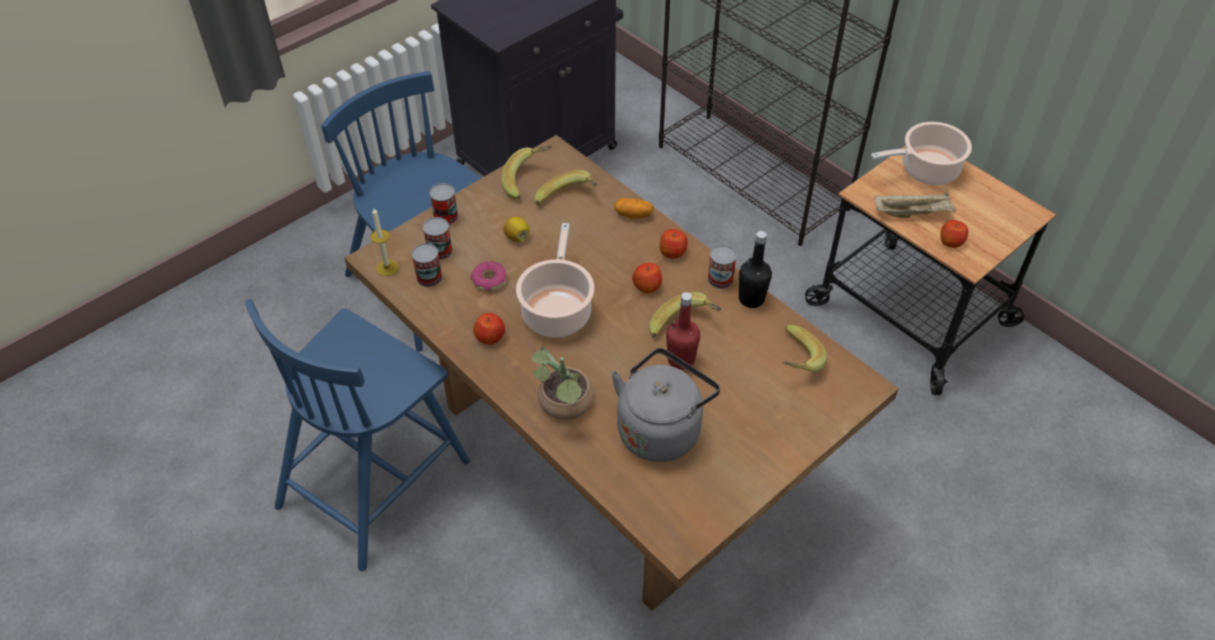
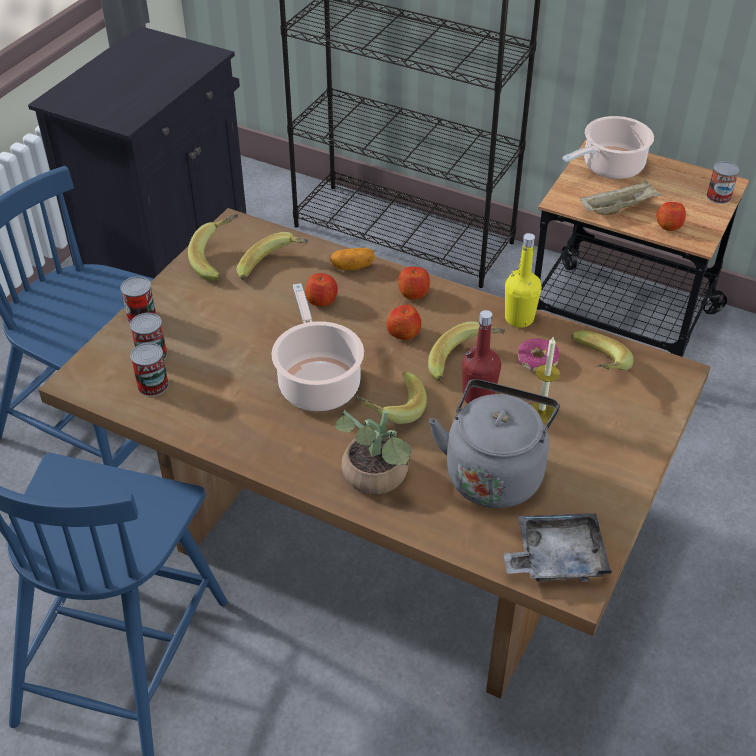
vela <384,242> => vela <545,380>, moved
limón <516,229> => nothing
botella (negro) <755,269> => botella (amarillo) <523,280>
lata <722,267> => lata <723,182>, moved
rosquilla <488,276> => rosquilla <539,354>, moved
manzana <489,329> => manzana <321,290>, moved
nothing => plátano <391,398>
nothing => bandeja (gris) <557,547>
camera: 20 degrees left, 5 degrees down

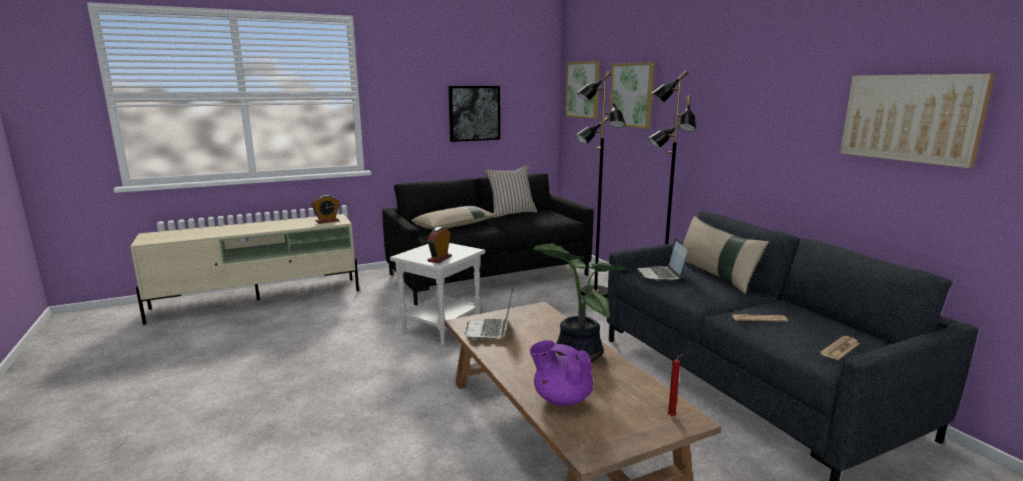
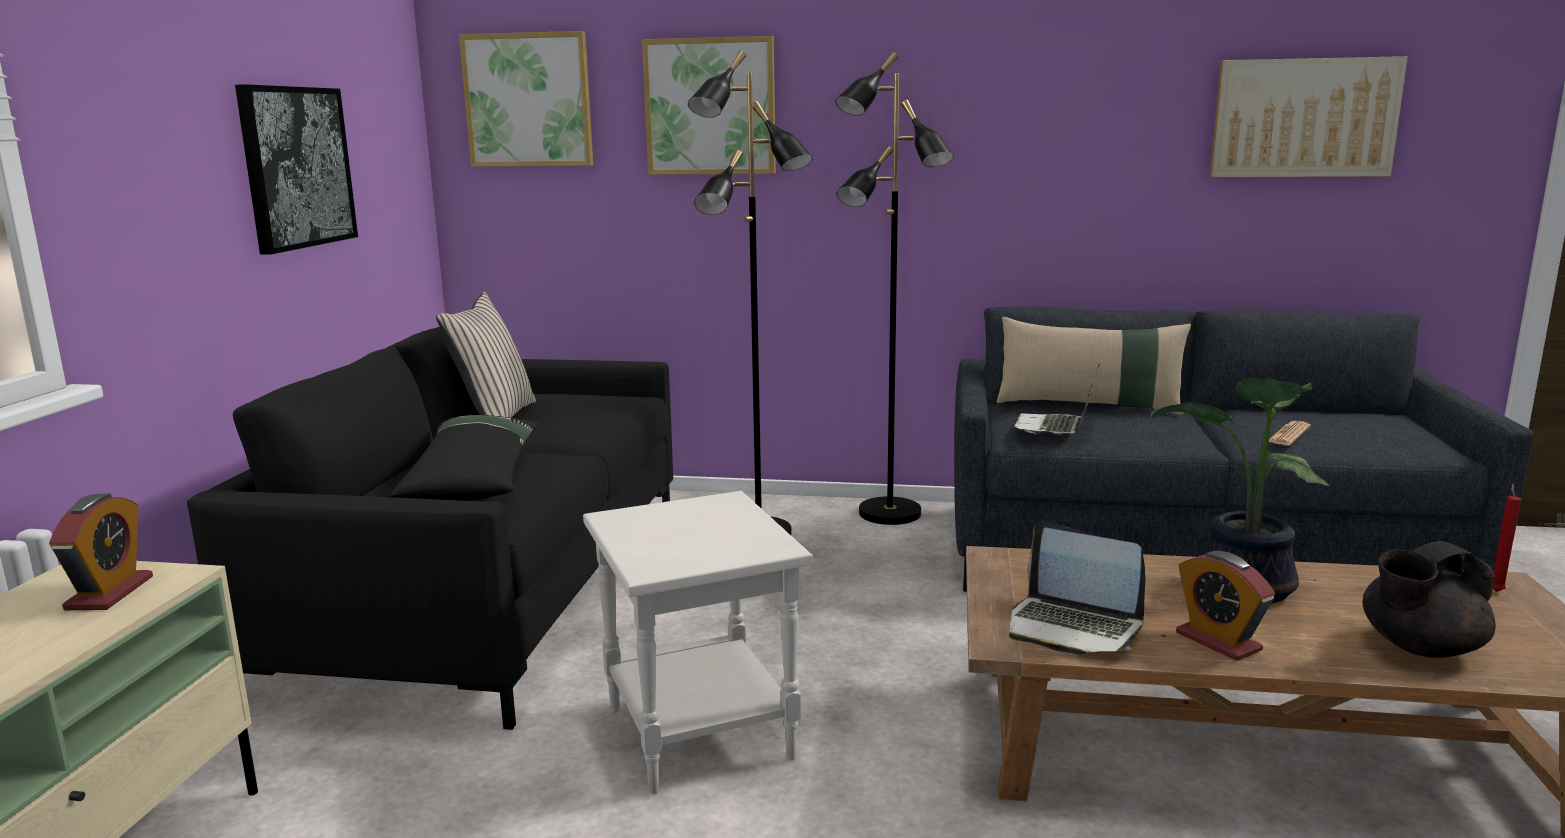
cojín (beis) <453,218> => cojín (negro) <464,458>
despertador <439,245> => despertador <1225,606>, moved
portátil <662,259> => portátil <1056,399>, 75 degrees clockwise
periódico <840,348> => nothing
tetera (morado) <561,373> => tetera (negro) <1429,599>
camera: 55 degrees left, 0 degrees up

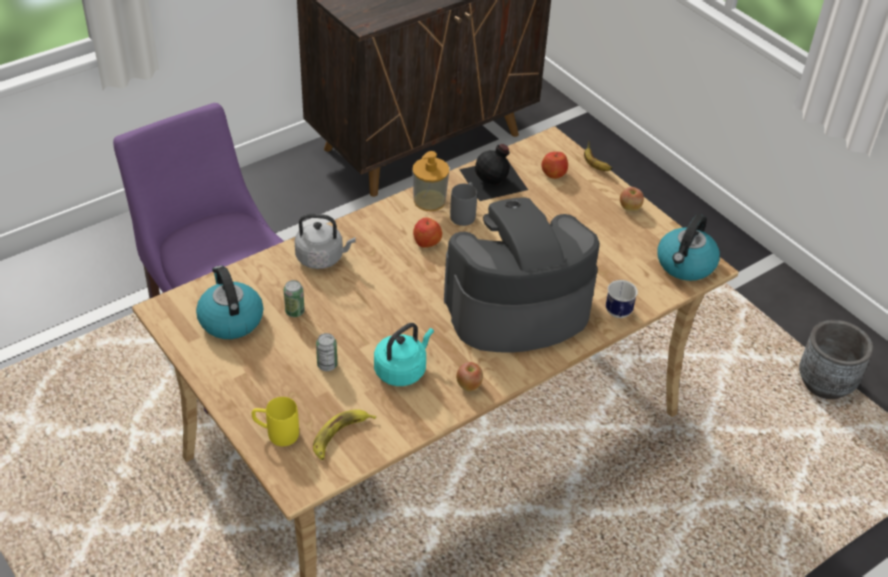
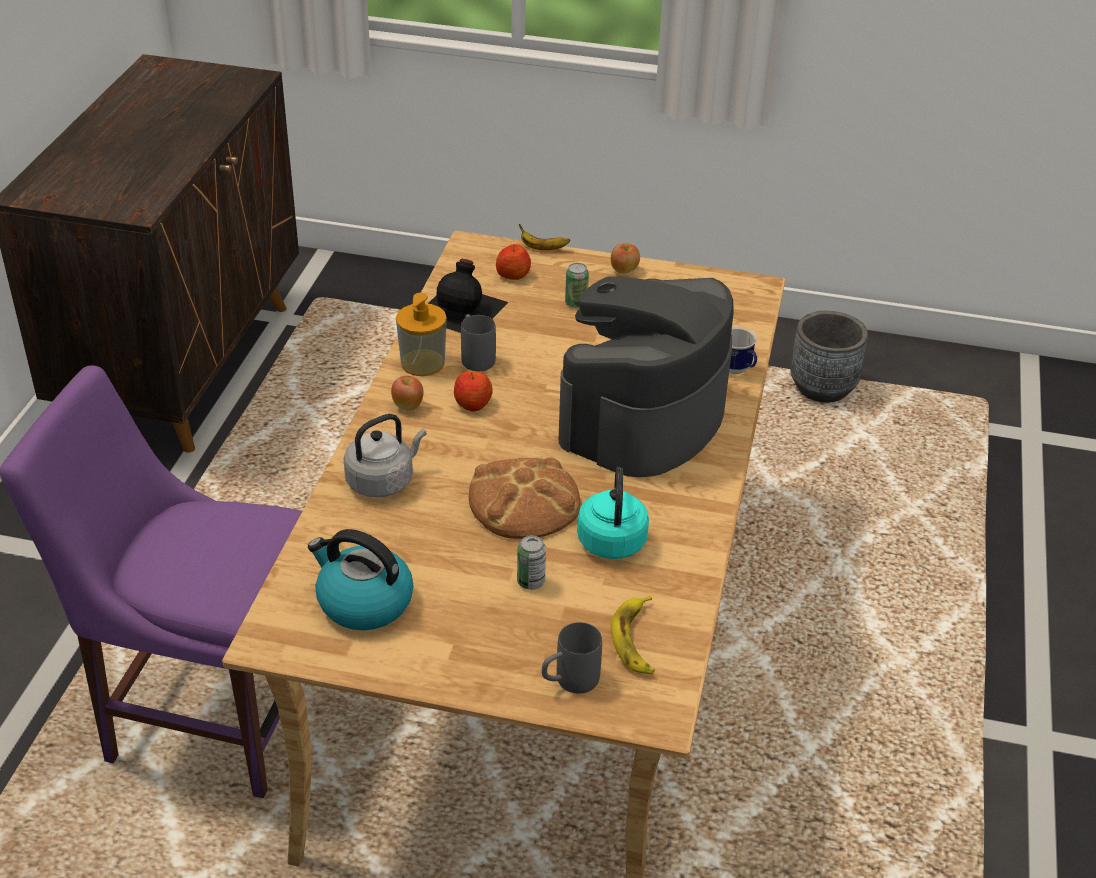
hervidor <688,247> => nothing
lata <294,298> => lata <577,285>, moved
manzana <469,376> => manzana <407,393>, moved
taza grande (amarillo) <275,421> => taza grande (gris) <572,658>
nothing => pan <525,498>
camera: 40 degrees left, 5 degrees down

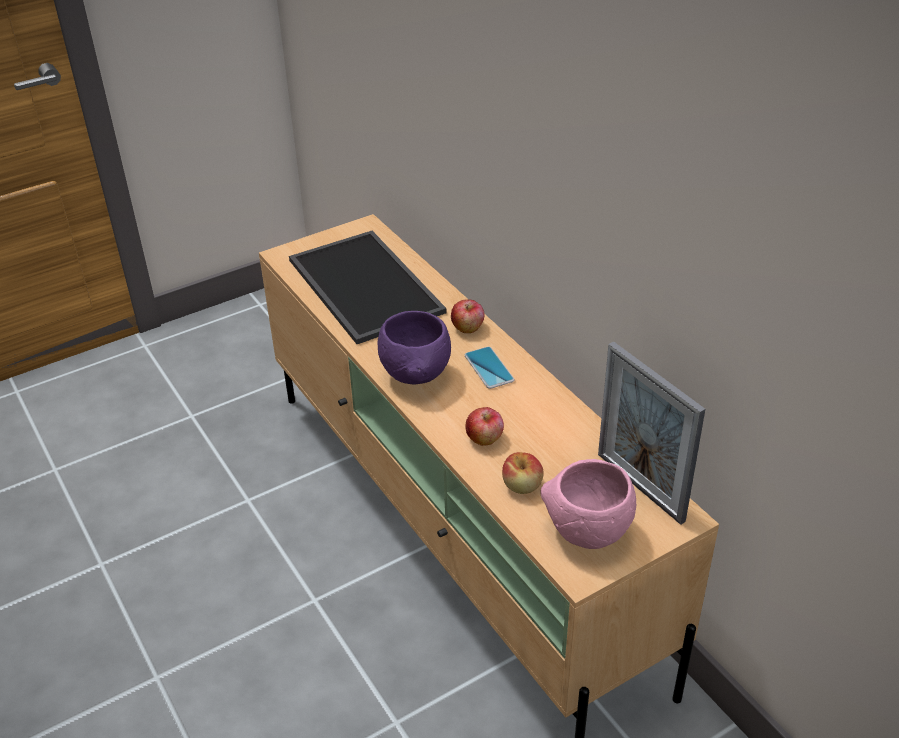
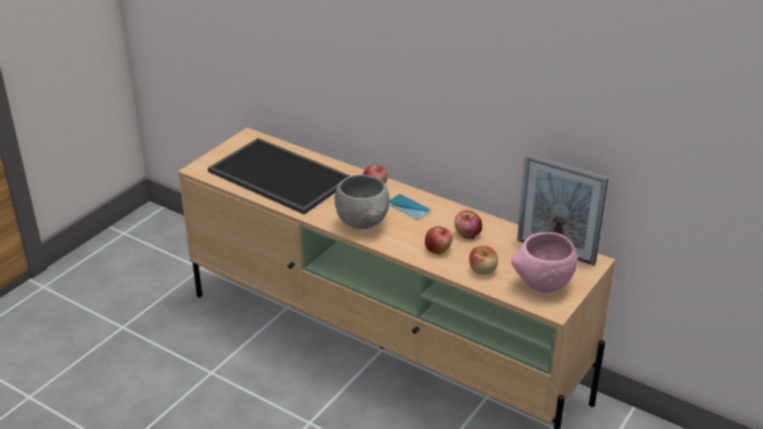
cuenco (morado) <414,347> => cuenco (gris) <362,202>
nothing => manzana <468,225>
camera: 25 degrees left, 5 degrees down

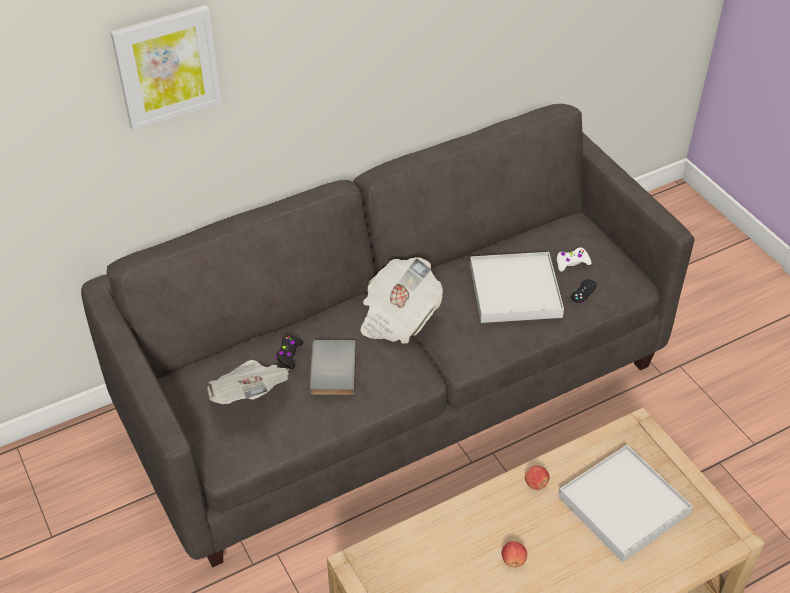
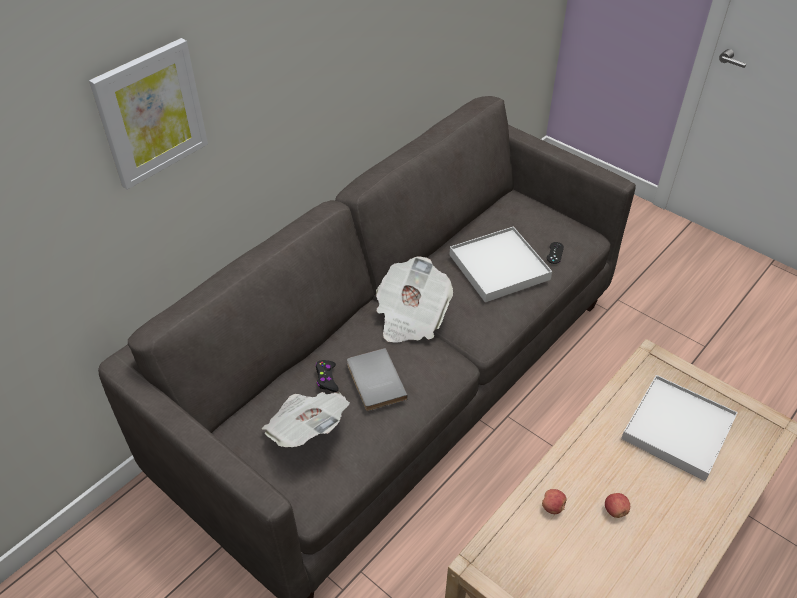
mando de consola (blanco) <574,260> => nothing
manzana <537,477> => manzana <554,501>, moved
camera: 20 degrees left, 0 degrees up

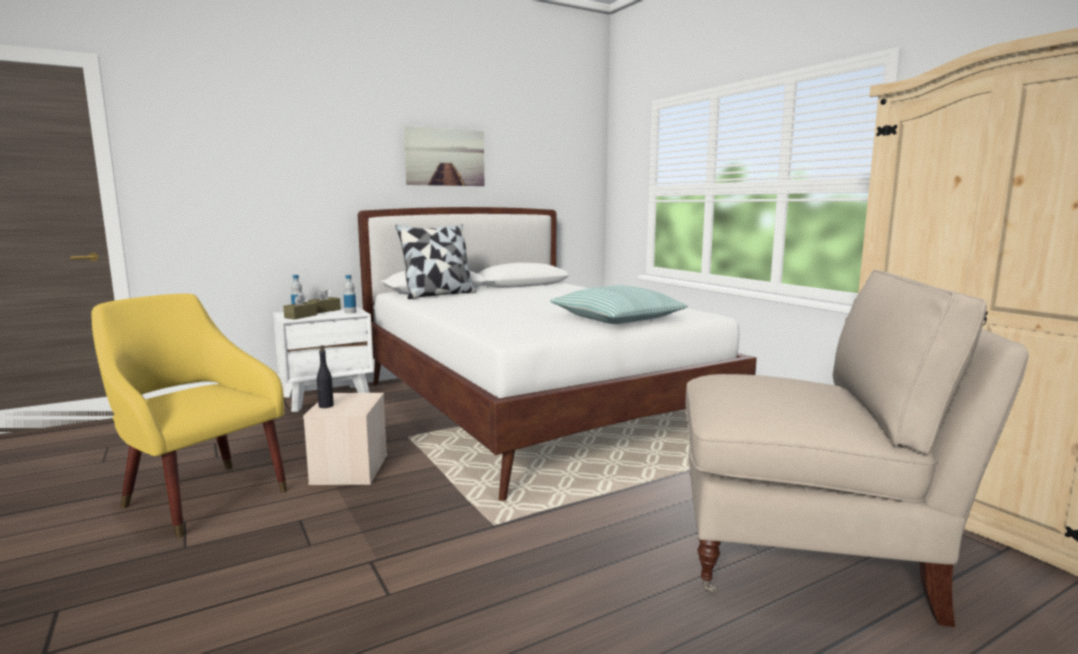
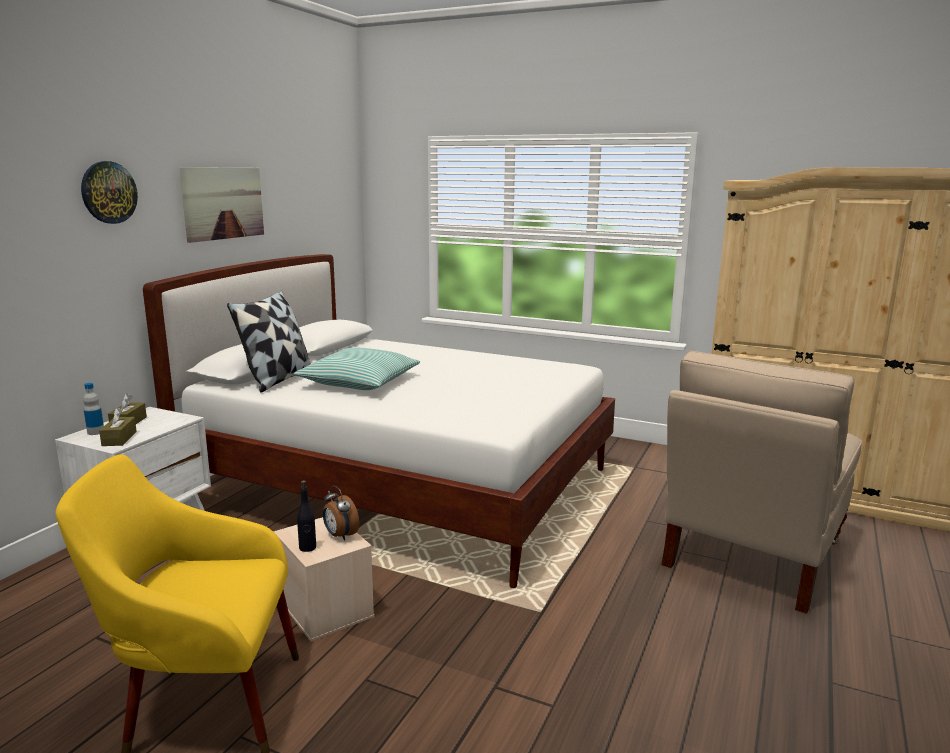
silla (beis) <857,448> => silla (beis) <761,482>, 150 degrees clockwise
botella <350,294> => nothing
cojín <619,304> => cojín <357,368>, moved
nothing => reloj de pared <109,192>
nothing => despertador <341,513>
camera: 35 degrees left, 5 degrees up

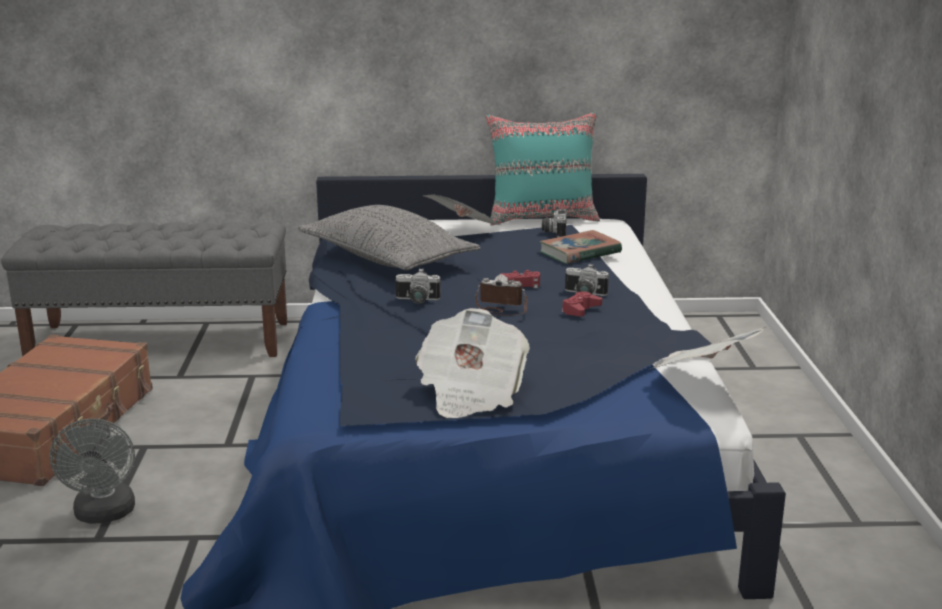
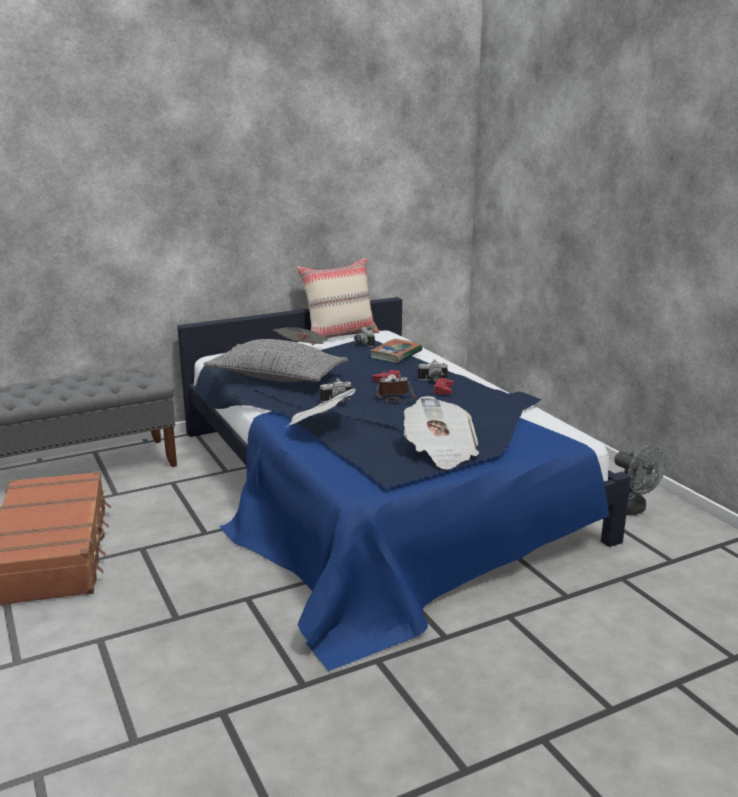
cojín (turquesa) <543,168> => cojín (beis) <338,301>
periódico <707,348> => periódico <321,407>, moved
ventilador (gris) <92,471> => ventilador (gris) <640,480>, moved
camera: 25 degrees left, 0 degrees up

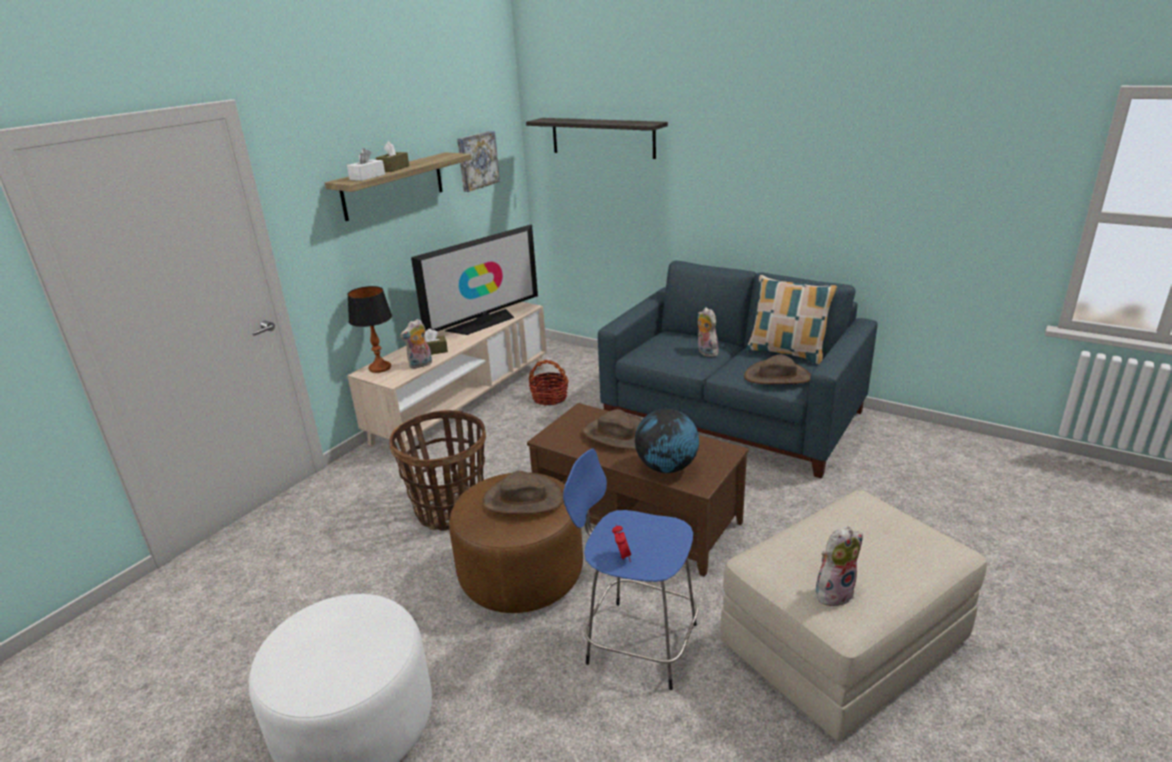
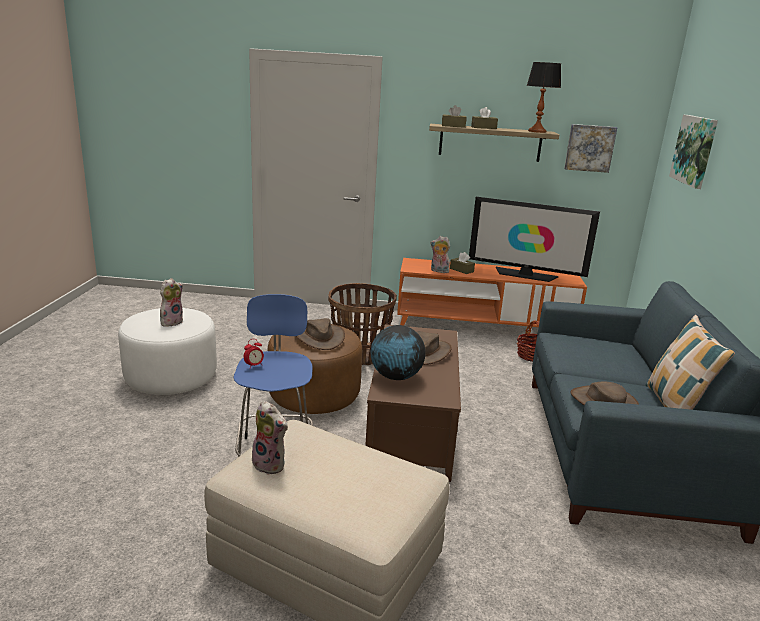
estante <597,138> => cuadro <693,152>
caja de pañuelos (blanco) <366,164> => caja de pañuelos (marrón) <454,116>
lámpara de mesa <369,329> => lámpara de mesa <544,97>, moved
mueble de televisión (beis) <447,379> => mueble de televisión (naranja) <492,292>
peluche <708,332> => peluche <171,302>, moved
camera: 60 degrees right, 5 degrees down

